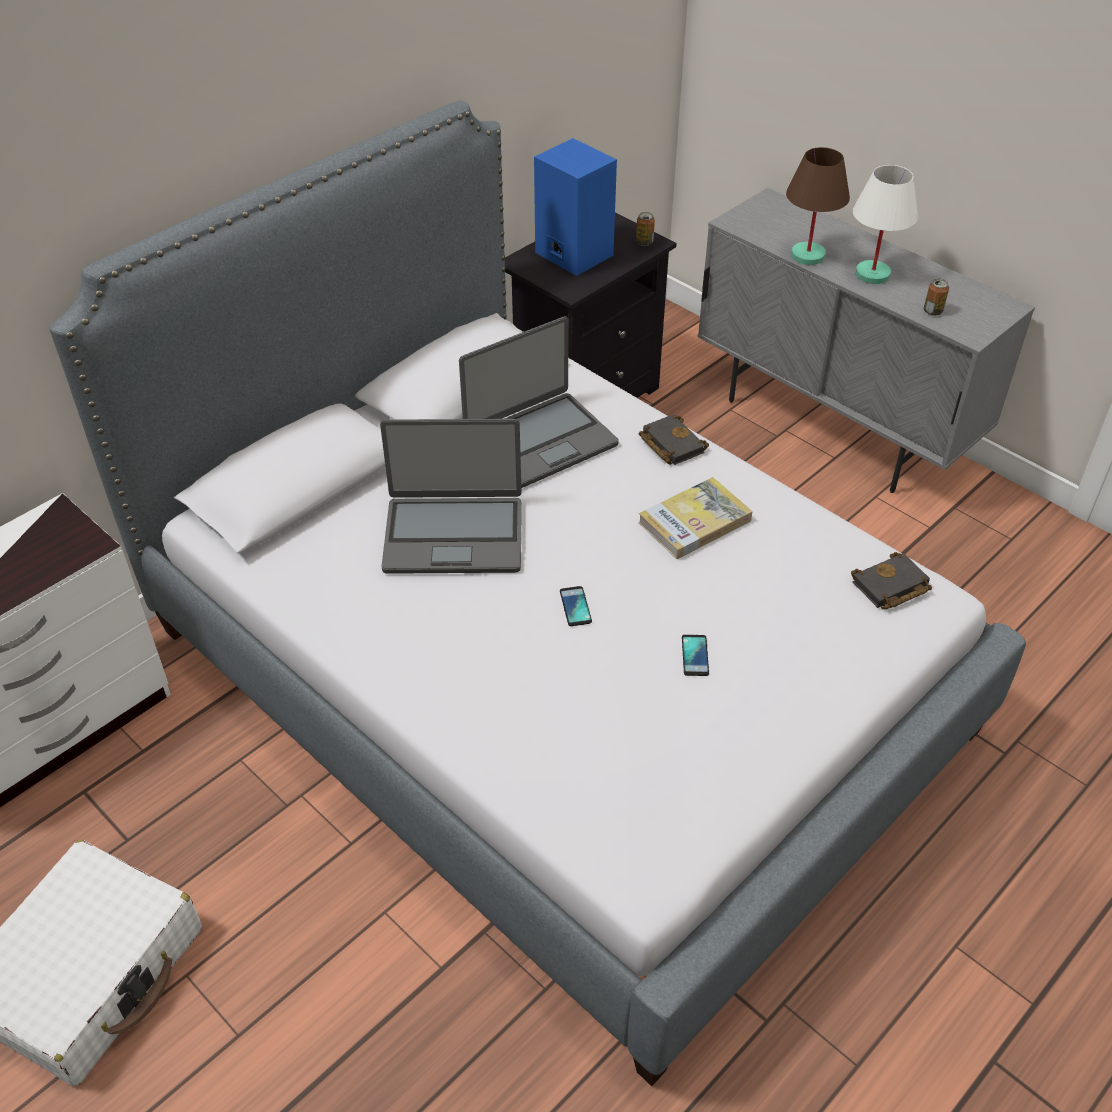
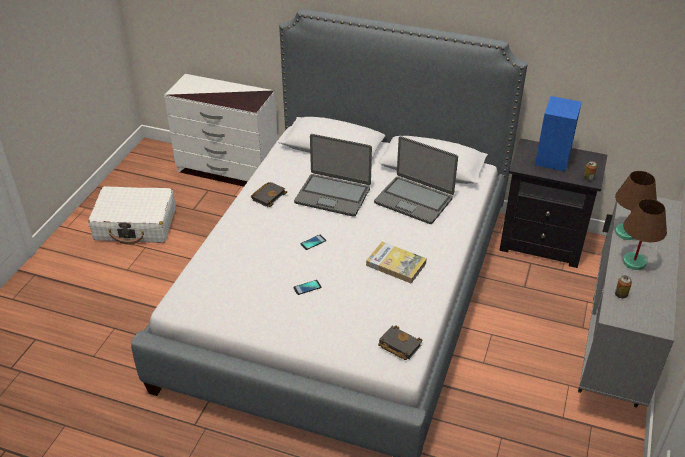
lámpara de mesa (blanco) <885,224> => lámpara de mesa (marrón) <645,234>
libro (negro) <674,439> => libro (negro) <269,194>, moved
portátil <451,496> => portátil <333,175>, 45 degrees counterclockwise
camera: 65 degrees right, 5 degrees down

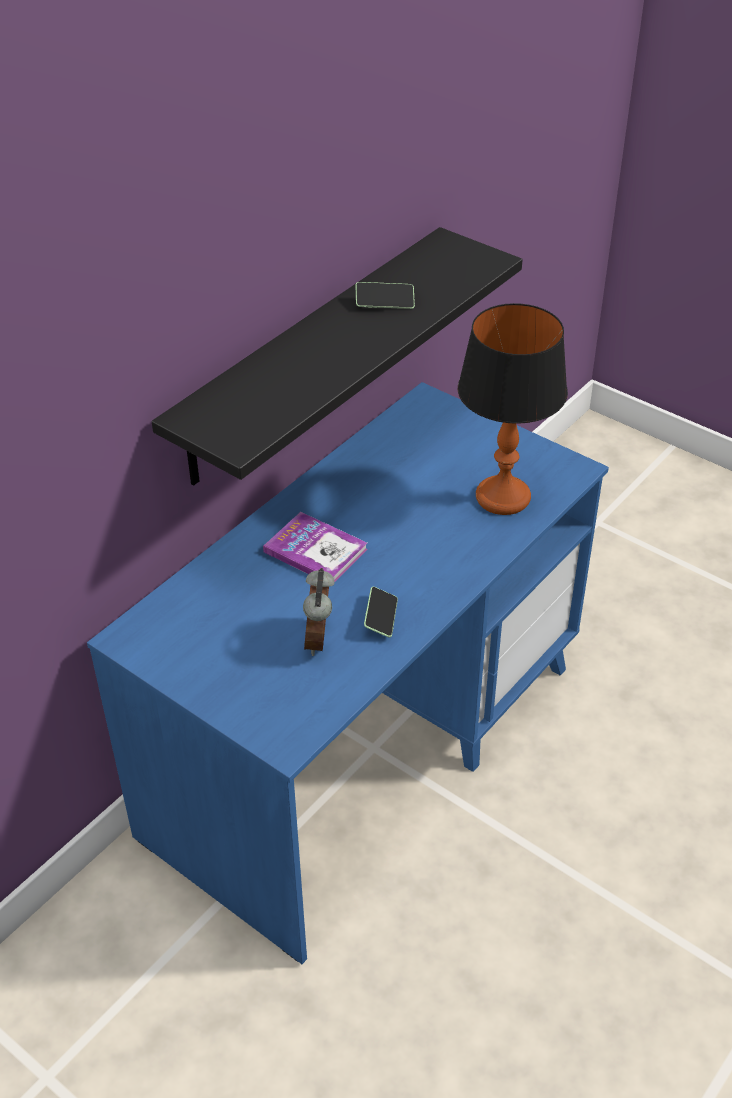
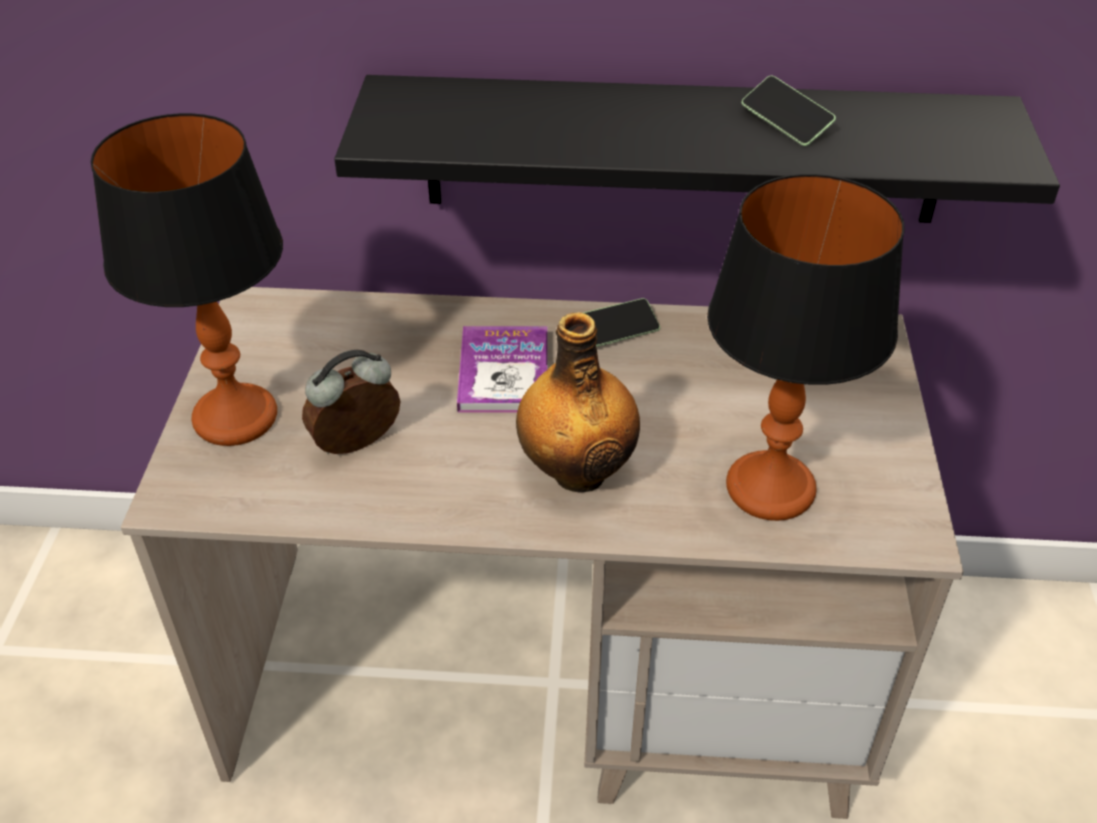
escritorio (azul) <348,673> => escritorio (beis) <542,553>
móvil <381,612> => móvil <622,322>, moved
nothing => lámpara de mesa <187,279>
nothing => botella <578,402>
camera: 55 degrees right, 0 degrees up

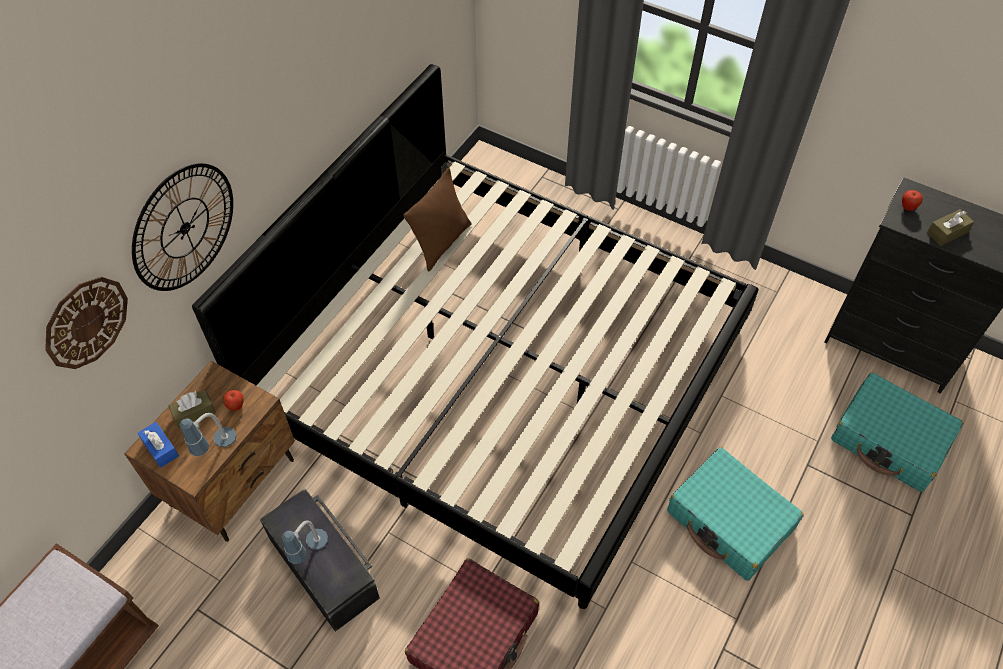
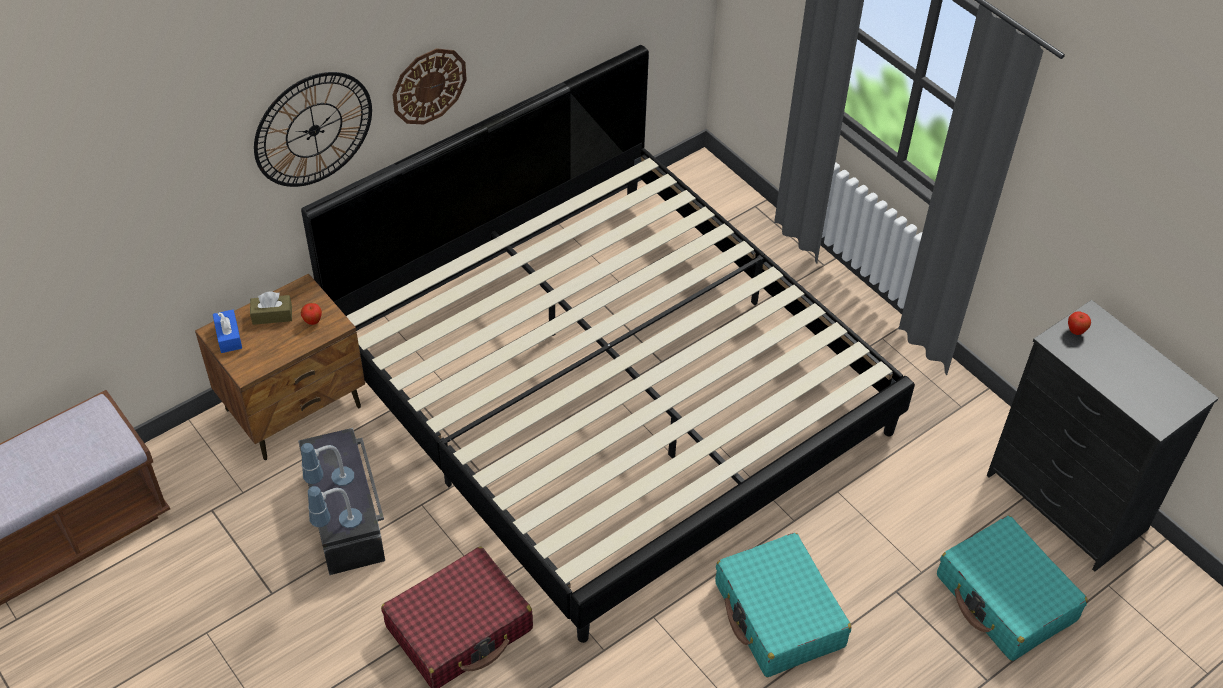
cojín (marrón) <437,219> => nothing
caja de pañuelos (marrón) <950,227> => nothing
reloj de pared <86,323> => reloj de pared <429,86>, moved
lámpara de mesa <208,434> => lámpara de mesa <335,507>, moved
camera: 20 degrees right, 5 degrees down

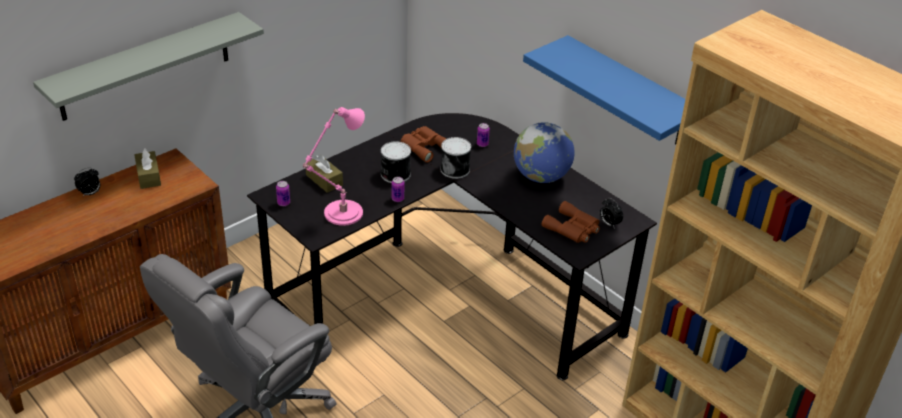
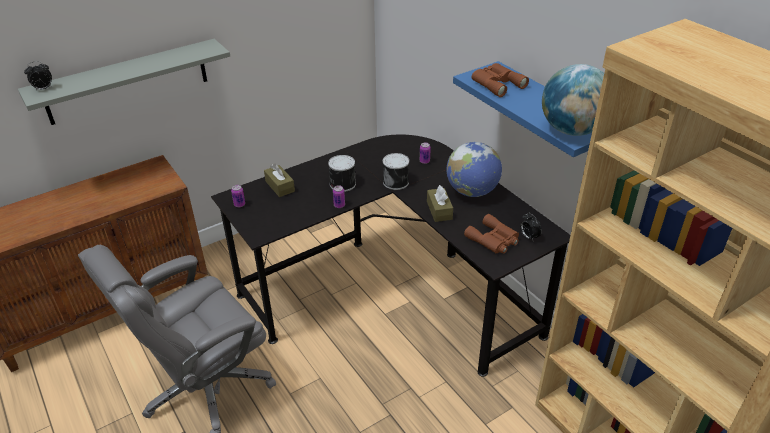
lámpara de mesa (rosa) <334,166> => nothing
prismáticos (marrón) <423,144> => prismáticos (marrón) <500,80>, moved
caja de pañuelos (marrón) <147,168> => caja de pañuelos (marrón) <440,203>, moved
despertador <87,182> => despertador <38,76>, moved
nothing => globo terráqueo <573,100>
camera: 10 degrees right, 0 degrees up

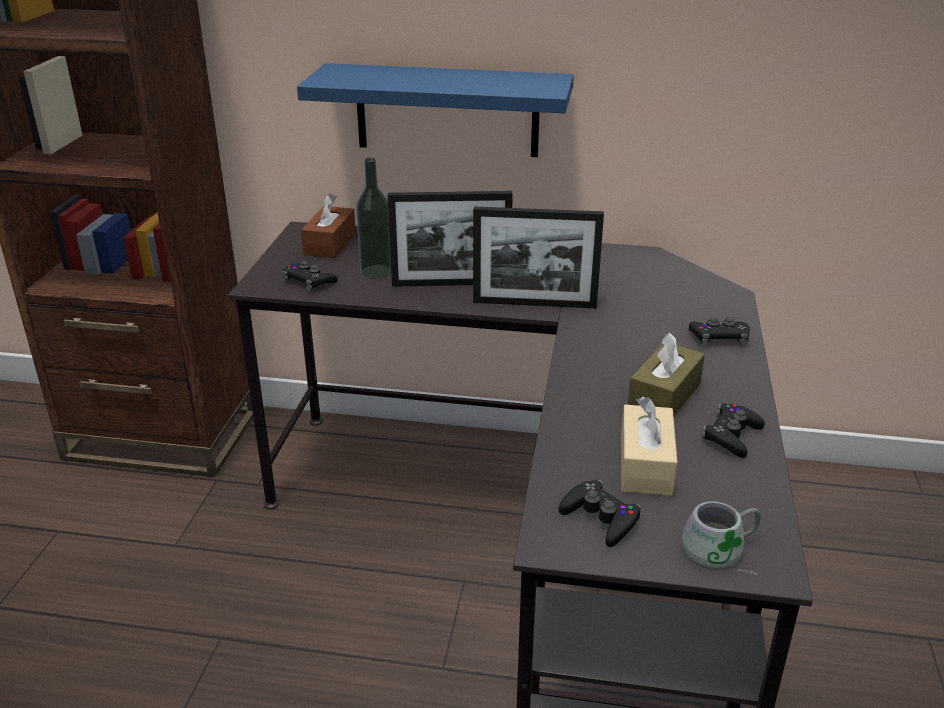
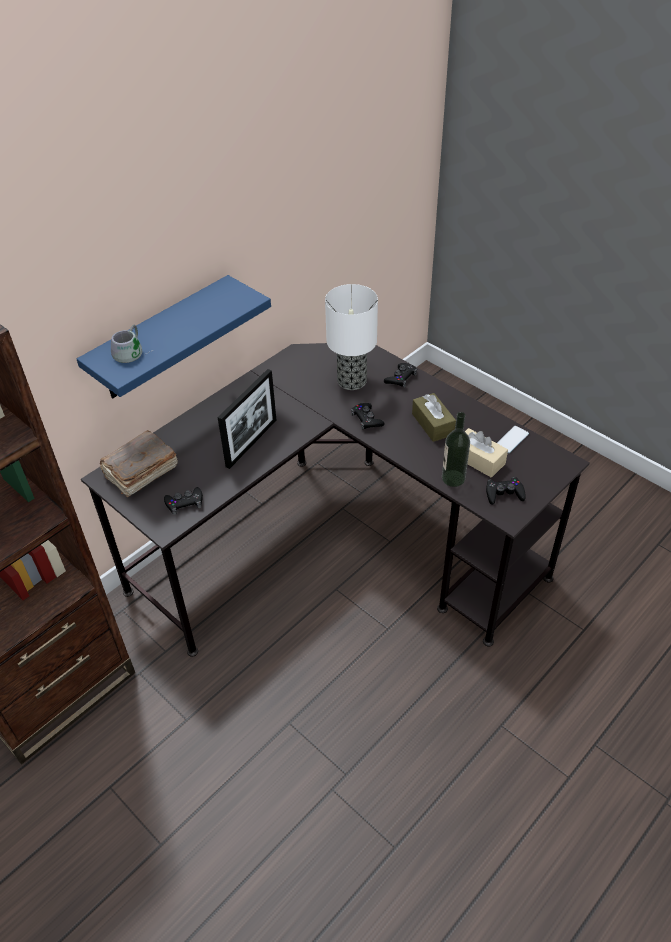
botella <373,218> => botella <456,449>, moved
caja de pañuelos (marrón) <328,226> => libro (marrón) <139,463>
portarretratos <538,258> => nothing
mando de consola (negro) <733,430> => mando de consola (negro) <367,416>, moved
taza grande (gris) <721,538> => taza grande (gris) <132,344>, moved
nothing => lámpara de mesa <351,337>
nothing => móvil <513,439>
camera: 55 degrees left, 15 degrees up

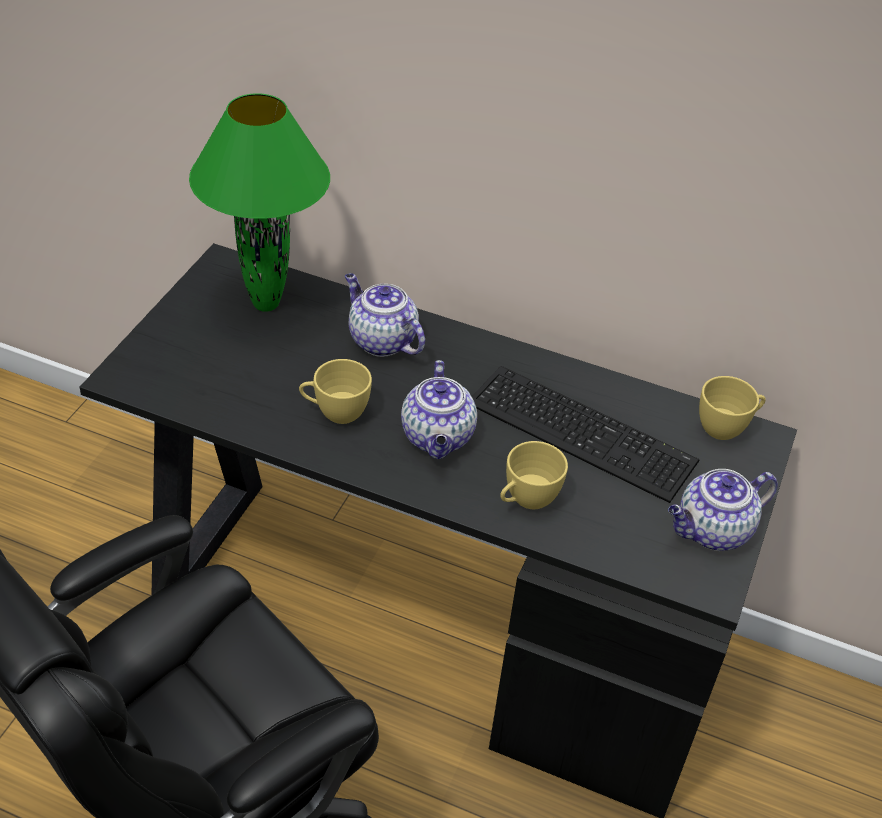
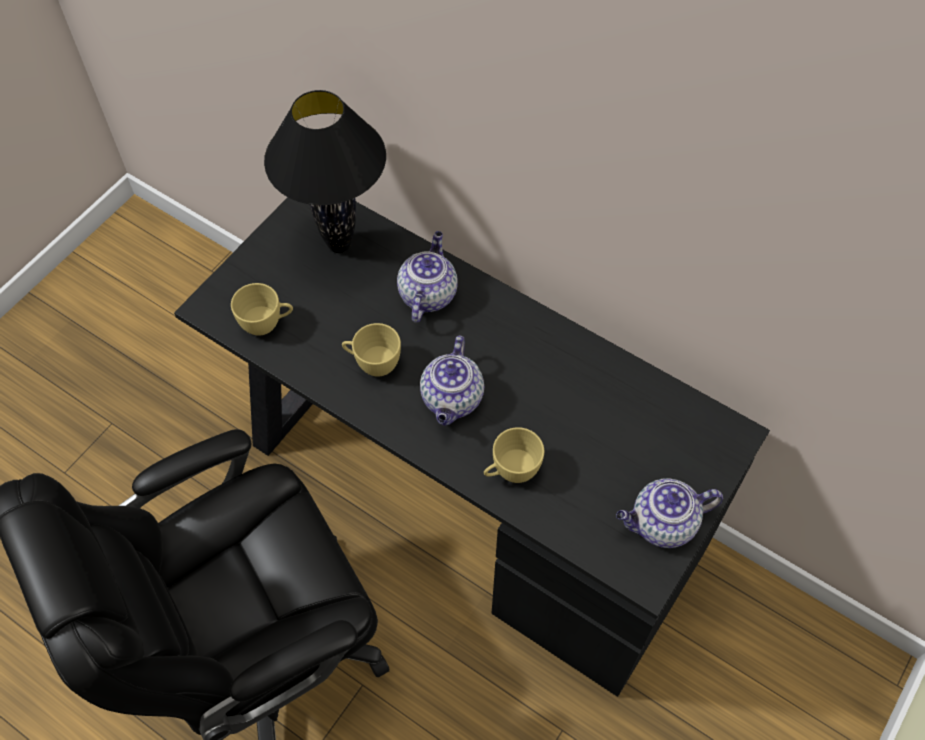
lámpara de mesa (verde) <259,202> => lámpara de mesa (negro) <325,171>
tetera <385,315> => tetera <427,277>, 45 degrees clockwise
teclado <586,434> => nothing
taza (amarillo) <732,408> => taza (amarillo) <262,309>, moved
camera: 15 degrees right, 15 degrees up

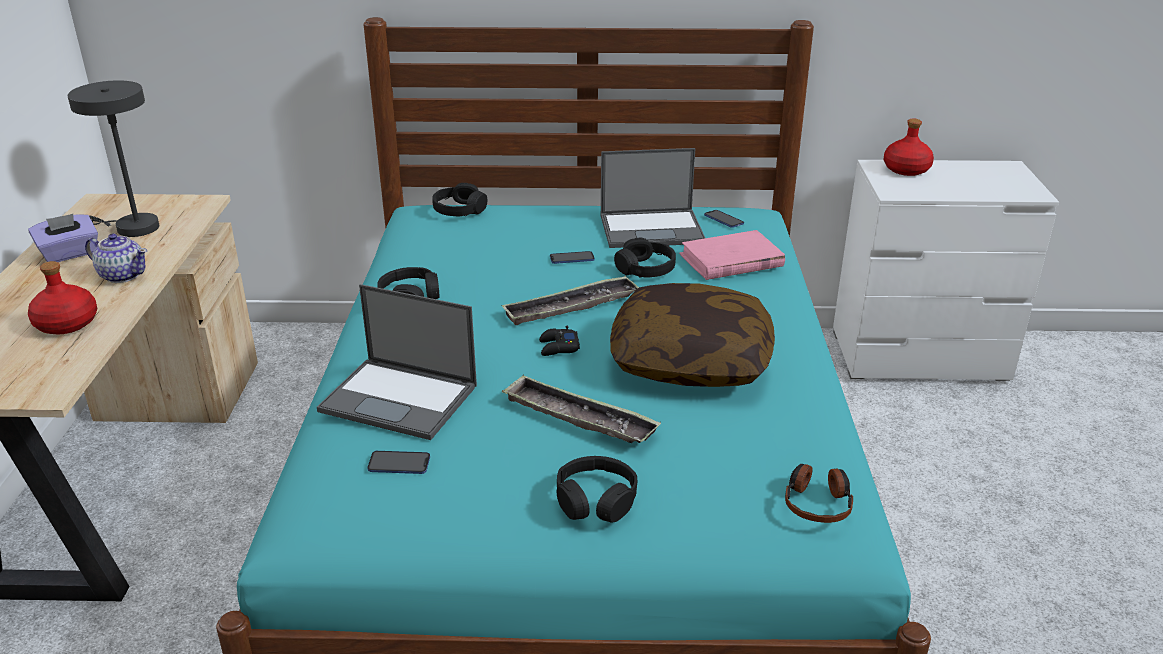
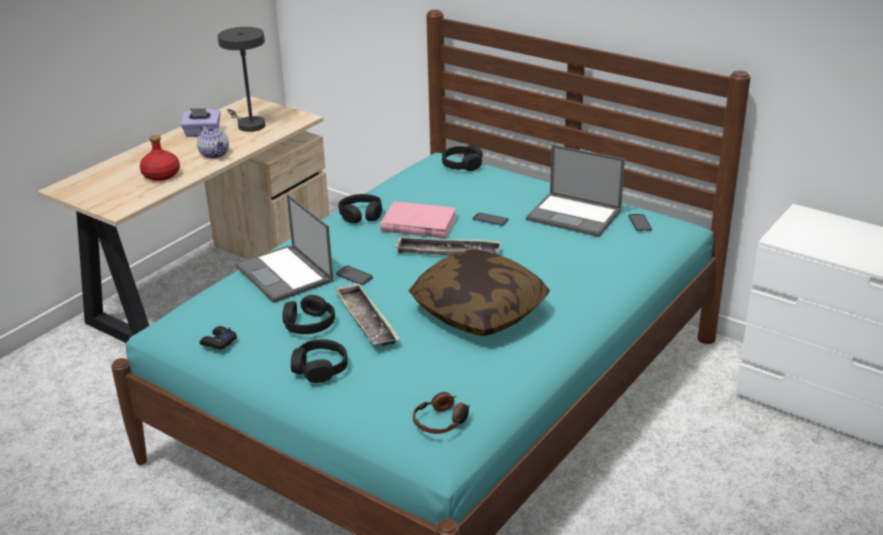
botella (rojo) <909,147> => nothing
libro (rosa) <732,255> => libro (rosa) <418,219>, moved
auriculares (negro) <645,258> => auriculares (negro) <309,314>, moved
mando de consola (negro) <559,341> => mando de consola (negro) <218,337>, moved
móvil <398,462> => móvil <354,275>, moved
camera: 35 degrees right, 0 degrees up

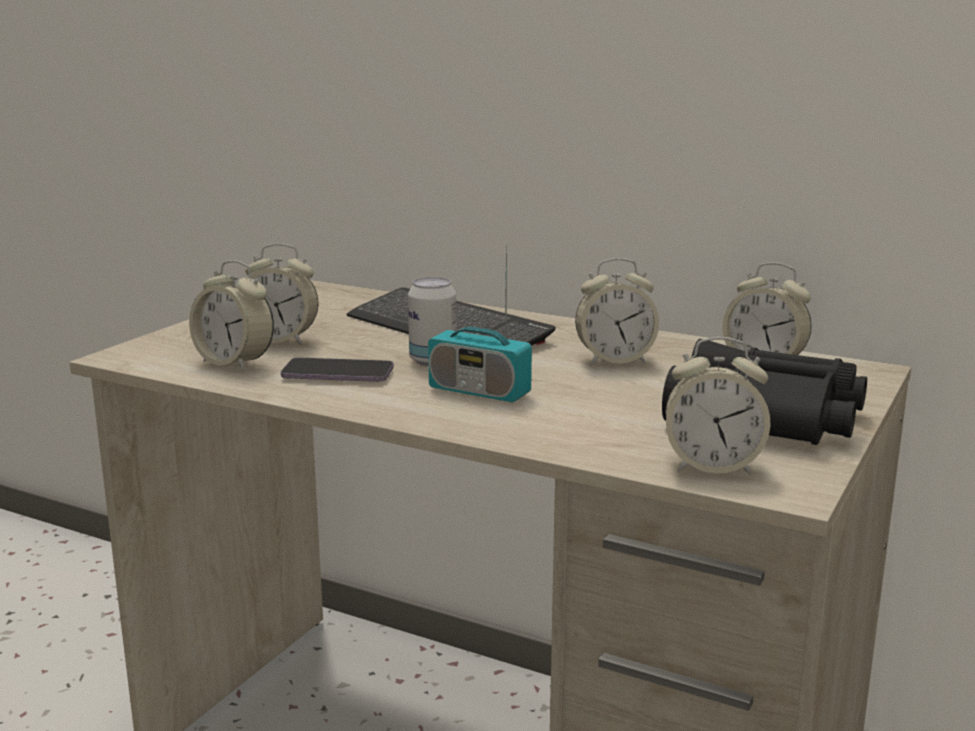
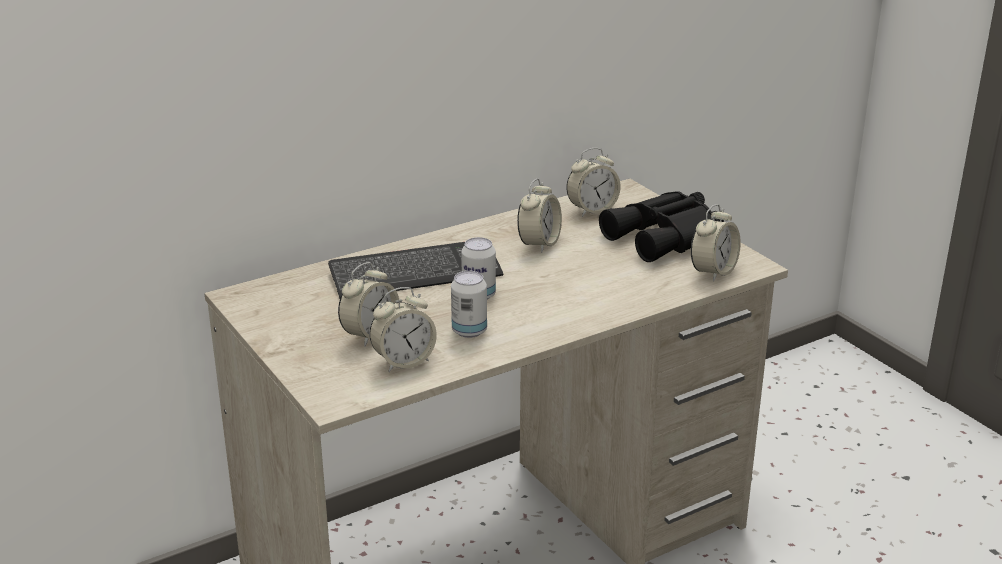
radio <480,323> => nothing
móvil <337,370> => lata <469,304>
camera: 60 degrees left, 10 degrees up

